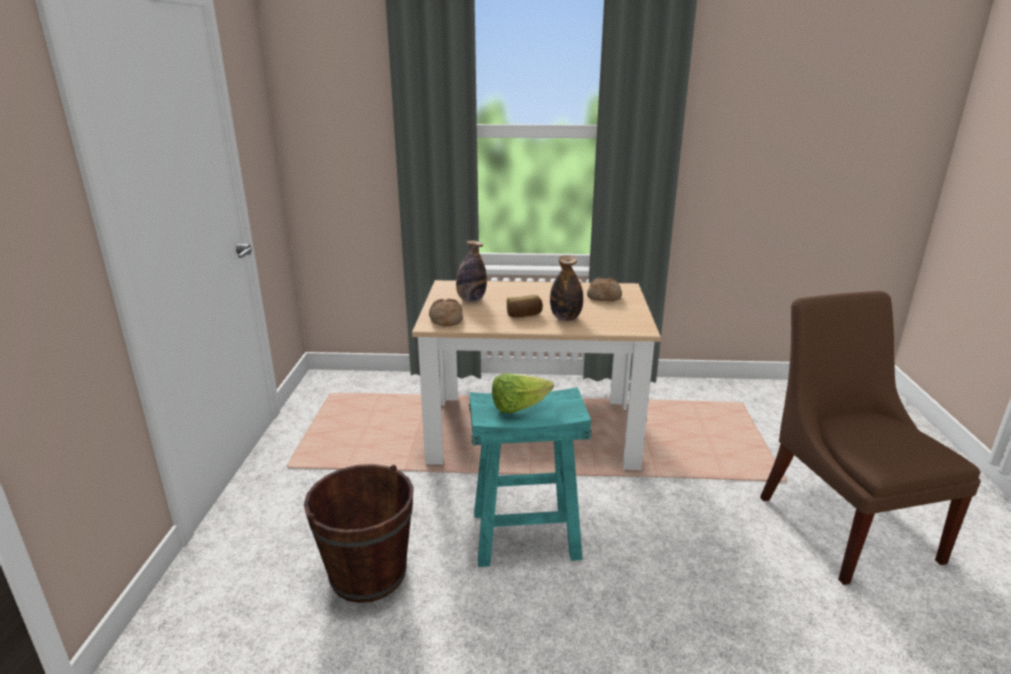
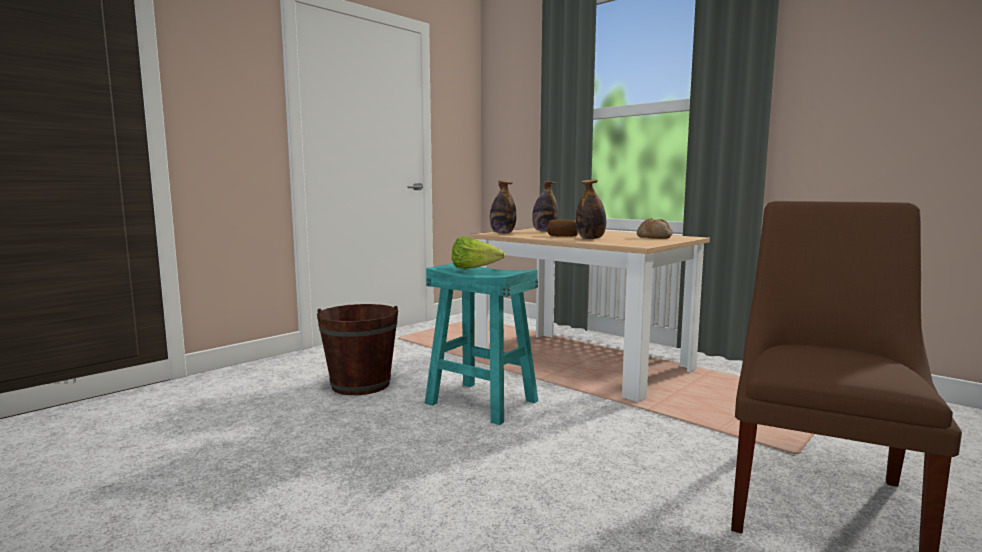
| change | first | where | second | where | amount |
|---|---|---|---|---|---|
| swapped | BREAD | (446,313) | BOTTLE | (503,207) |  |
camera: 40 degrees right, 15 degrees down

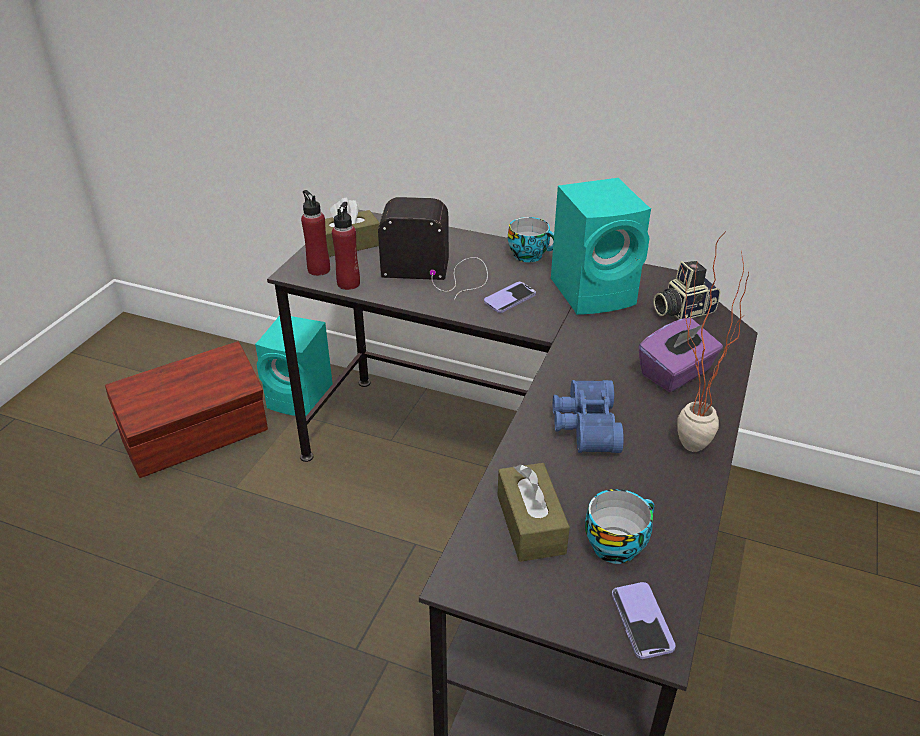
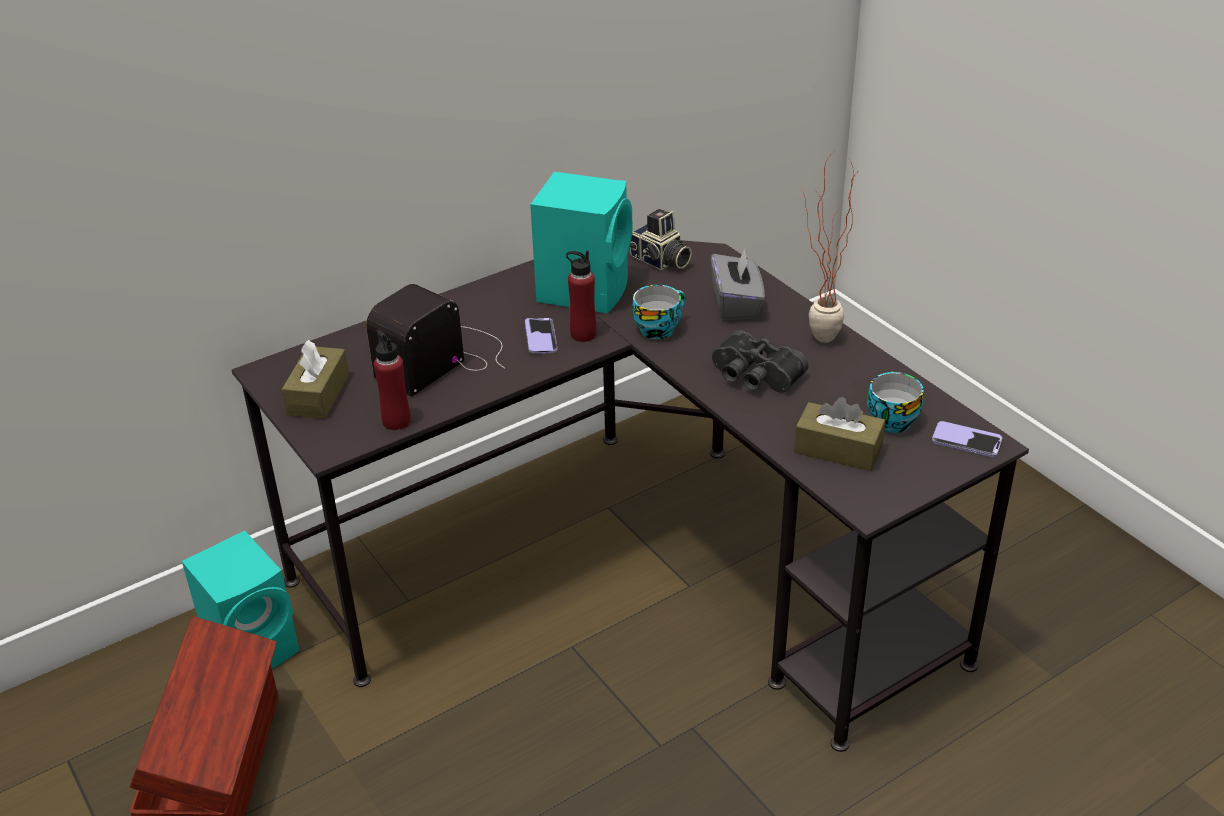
| change | first | where | second | where | amount |
|---|---|---|---|---|---|
| shifted | RED BOTTLE | (315,233) |  | (581,296) |  |
| shifted | CUP | (531,240) |  | (659,312) |  |
| rotated | PHOTO CAMERA | (687,290) |  | (661,239) | 60 degrees counterclockwise |
| repainted | PURPLE TISSUE BOX | (681,355) | GREY TISSUE BOX | (738,284) |  |
| repainted | BLUE BINOCULARS | (588,416) | BLACK BINOCULARS | (760,361) |  |
camera: 55 degrees left, 0 degrees up

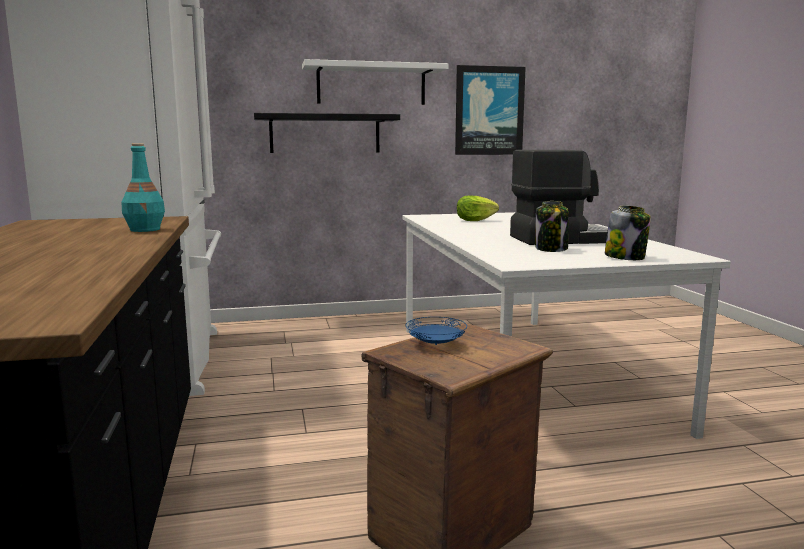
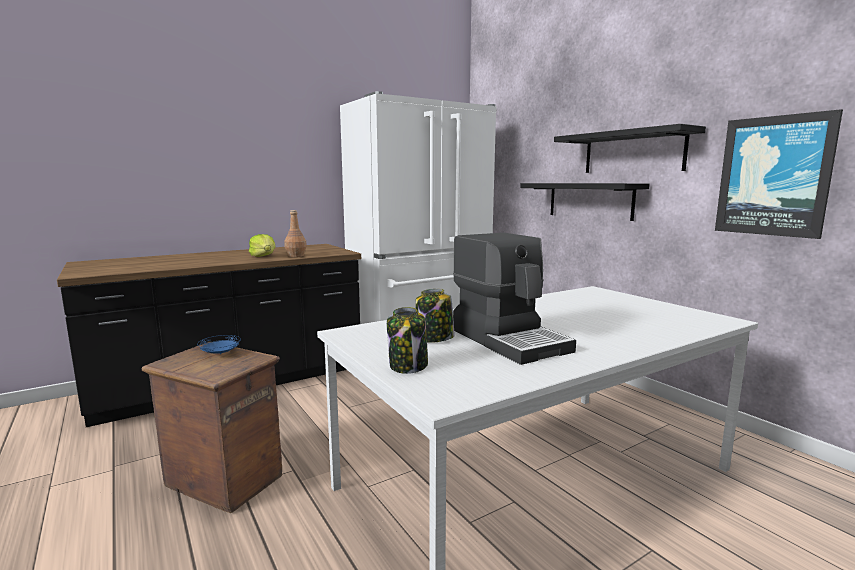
| change | first | where | second | where | amount |
|---|---|---|---|---|---|
| repainted | WHITE SHELF | (375,82) | BLACK SHELF | (630,148) |  |
| repainted | TURQUOISE BOTTLE | (143,187) | BROWN BOTTLE | (295,233) |  |
| shifted | LETTUCE | (478,208) |  | (262,245) |  |
camera: 70 degrees right, 0 degrees up

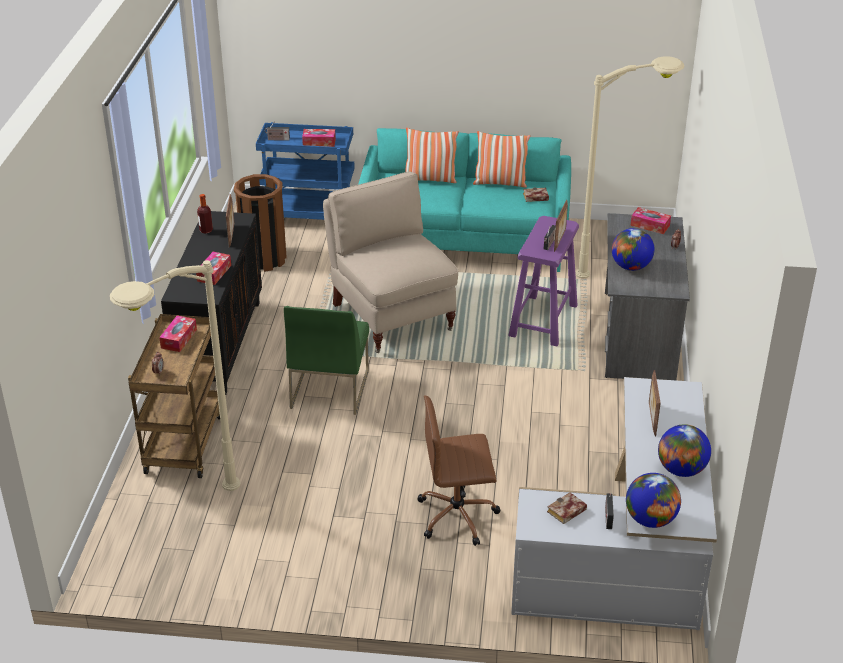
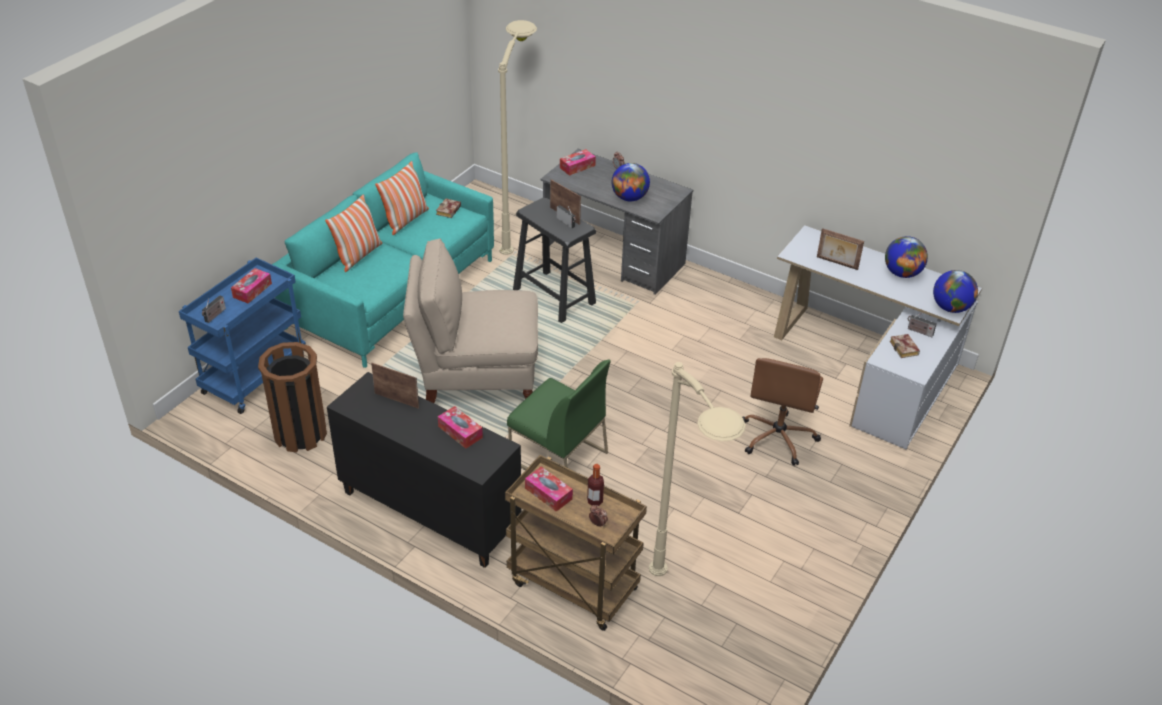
| change | first | where | second | where | amount |
|---|---|---|---|---|---|
| shifted | BOTTLE | (205,214) |  | (595,485) |  |
| repainted | PURPLE STOOL | (543,281) | BLACK STOOL | (554,260) |  |
camera: 65 degrees left, 5 degrees up

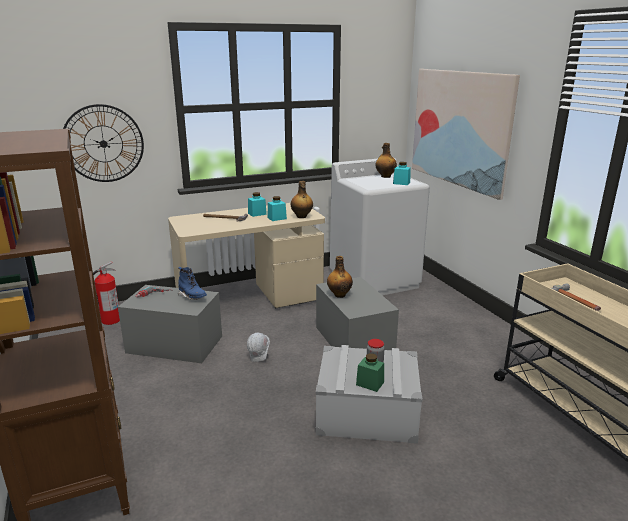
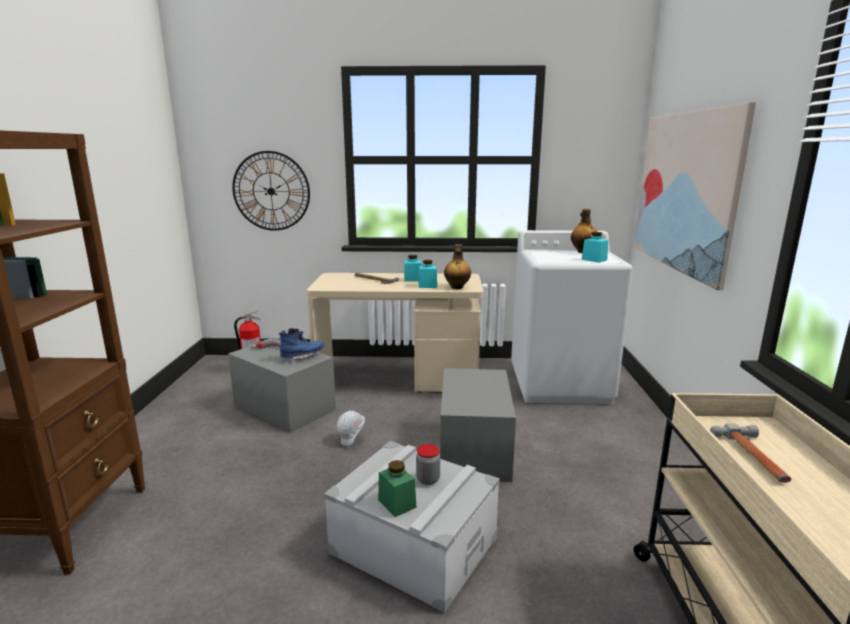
| change | first | where | second | where | amount |
|---|---|---|---|---|---|
| gone | BOTTLE | (340,277) |  |  |  |
| rotated | BLUE BOOT | (192,283) |  | (301,345) | 105 degrees counterclockwise |
camera: 25 degrees right, 5 degrees down

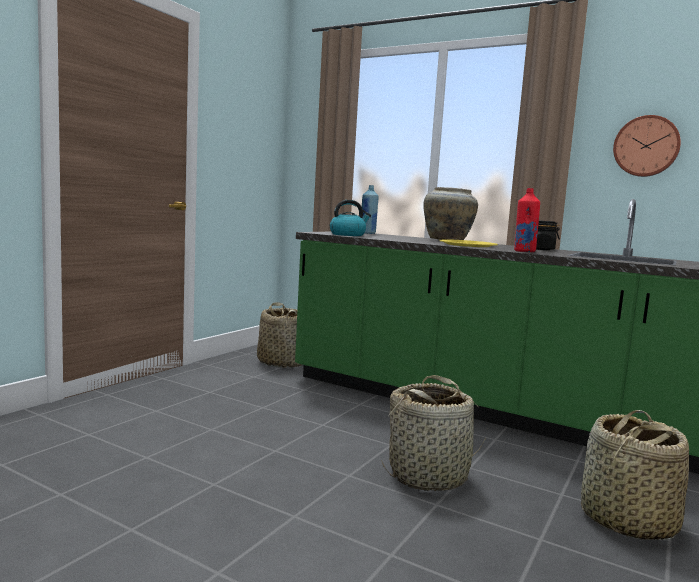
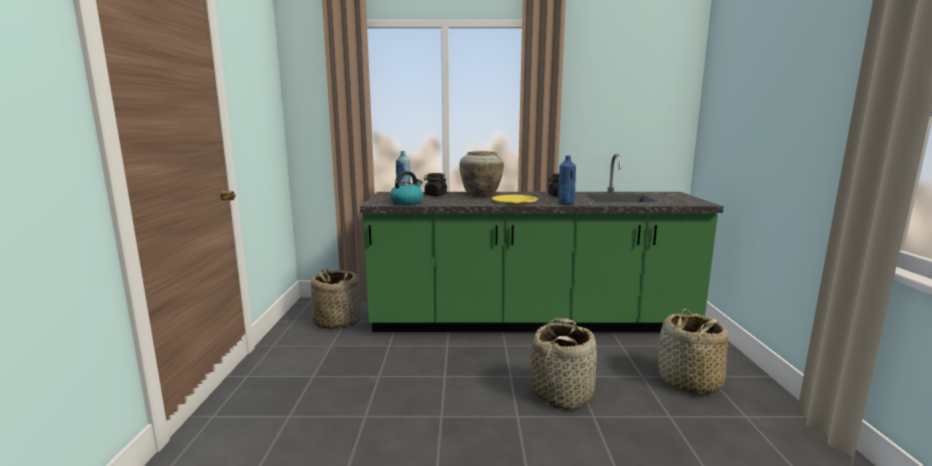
| change | first | where | second | where | amount |
|---|---|---|---|---|---|
| gone | WALL CLOCK | (647,146) |  |  |  |
| repainted | RED BOTTLE | (527,220) | BLUE BOTTLE | (567,180) |  |
| new |  |  | BLACK JAR | (435,184) |  |
camera: 30 degrees left, 5 degrees up

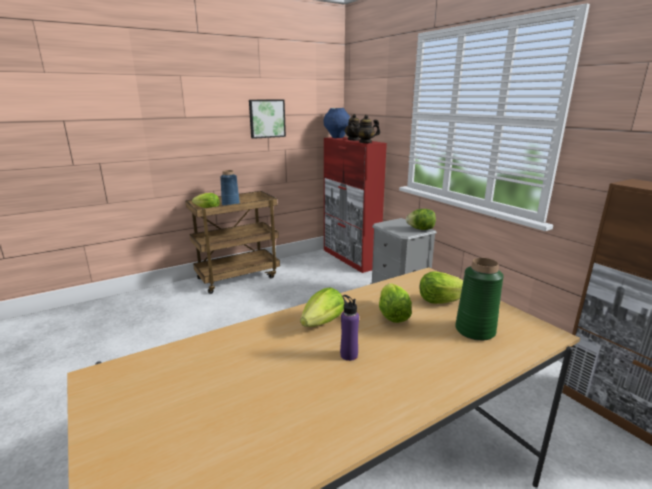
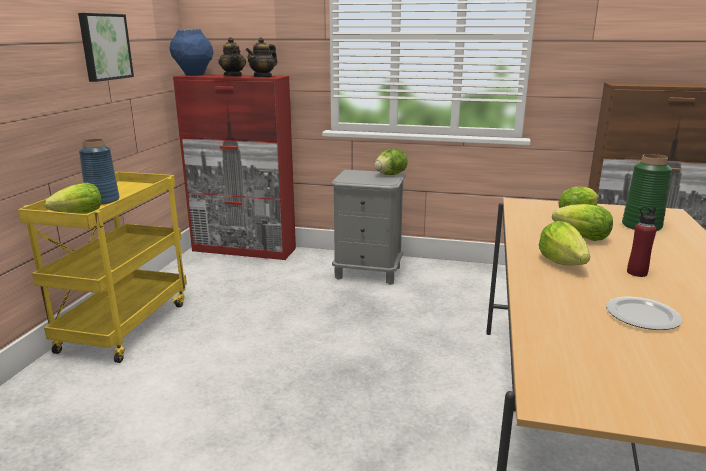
| change | first | where | second | where | amount |
|---|---|---|---|---|---|
| repainted | BROWN CART | (232,242) | YELLOW CART | (102,267) |  |
| repainted | PURPLE BOTTLE | (349,328) | RED BOTTLE | (642,241) |  |
| new |  |  | PLATE | (644,313) |  |
camera: 45 degrees left, 0 degrees up

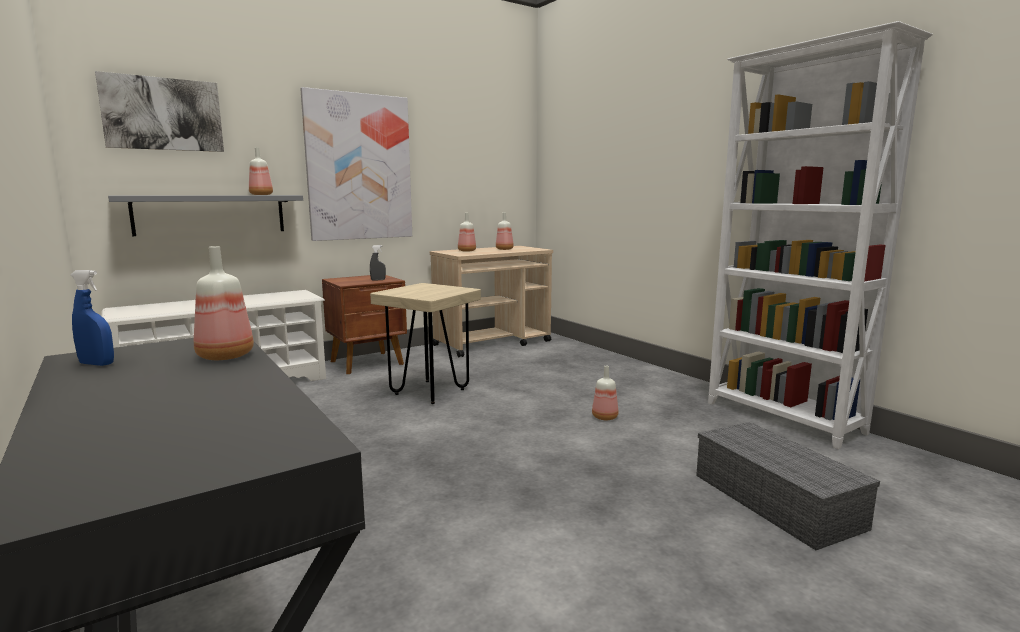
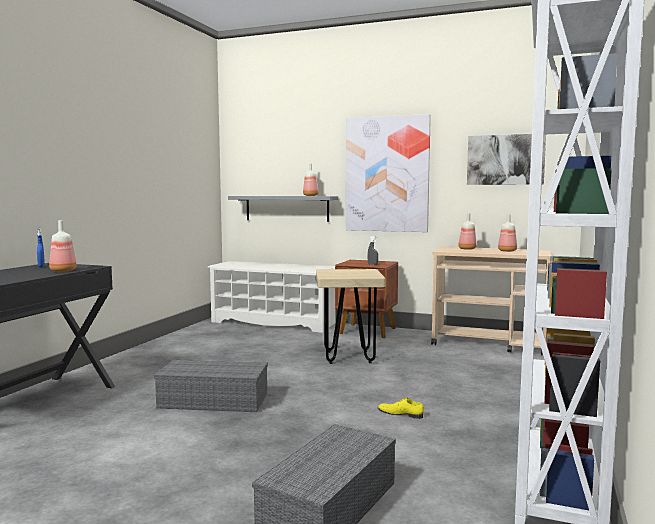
| change | first | where | second | where | amount |
|---|---|---|---|---|---|
| shifted | PICTURE | (159,111) |  | (506,159) |  |
| swapped | BOTTLE | (605,393) | YELLOW SHOE | (401,408) |  |
| new |  |  | GREY STORAGE BOX | (211,386) |  |
camera: 55 degrees right, 5 degrees down

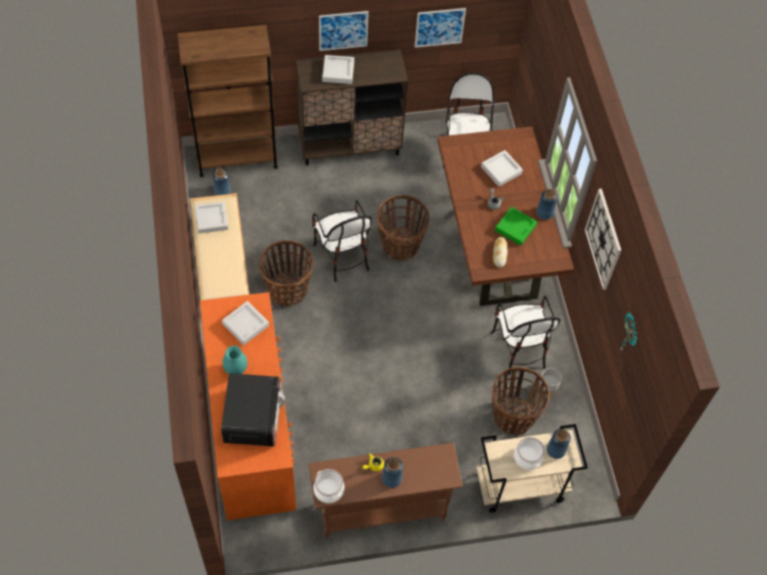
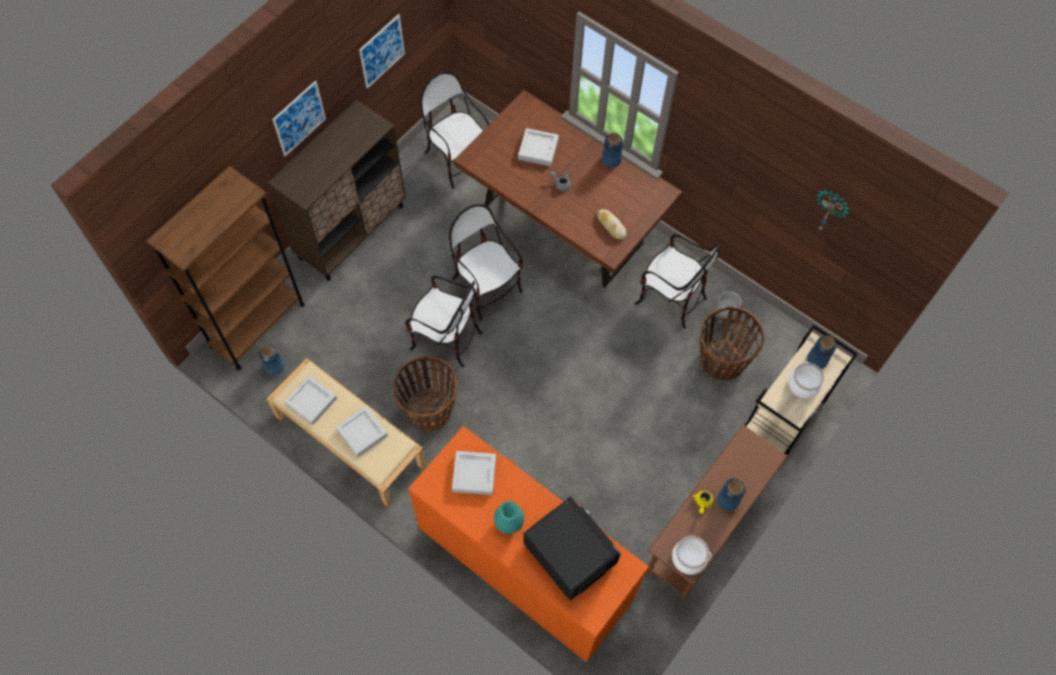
| change | first | where | second | where | amount |
|---|---|---|---|---|---|
| shifted | GREY TRAY | (338,69) |  | (362,431) |  |
| gone | WALL CLOCK | (603,239) |  |  |  |
| swapped | BASKET | (403,228) | CHAIR | (486,262) |  |
| gone | GREEN TRAY | (516,226) |  |  |  |
camera: 40 degrees left, 5 degrees up

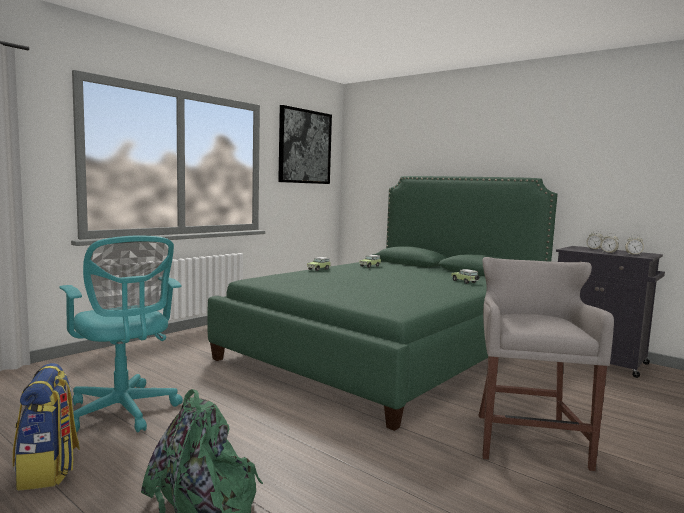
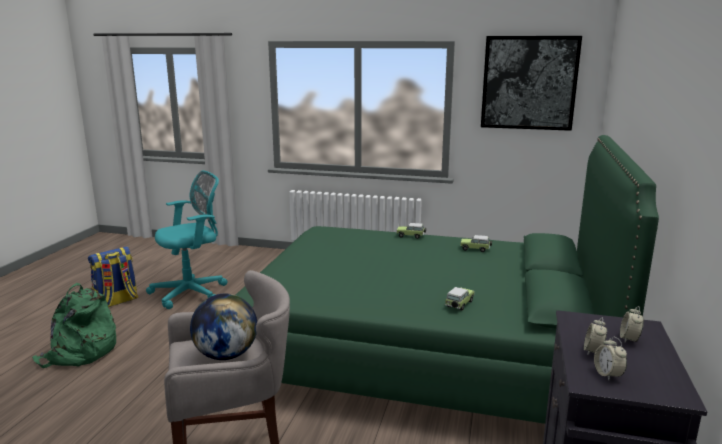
| change | first | where | second | where | amount |
|---|---|---|---|---|---|
| rotated | TURQUOISE OFFICE CHAIR | (121,334) |  | (186,240) | 150 degrees counterclockwise |
| new |  |  | GLOBE | (223,327) |  |
camera: 65 degrees right, 10 degrees up

